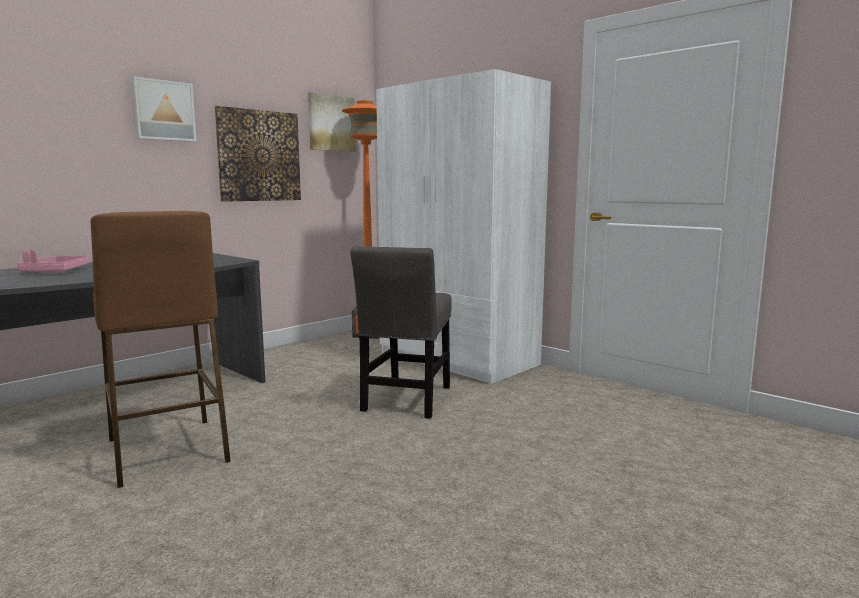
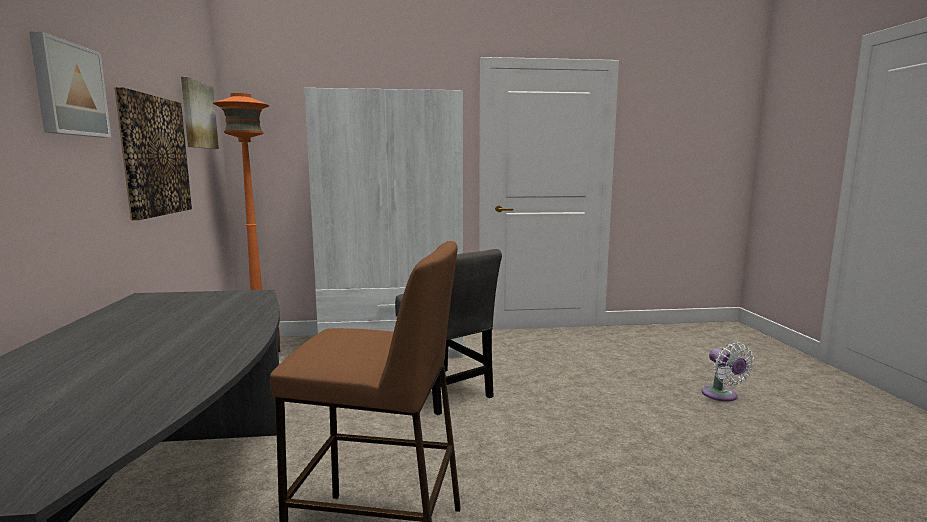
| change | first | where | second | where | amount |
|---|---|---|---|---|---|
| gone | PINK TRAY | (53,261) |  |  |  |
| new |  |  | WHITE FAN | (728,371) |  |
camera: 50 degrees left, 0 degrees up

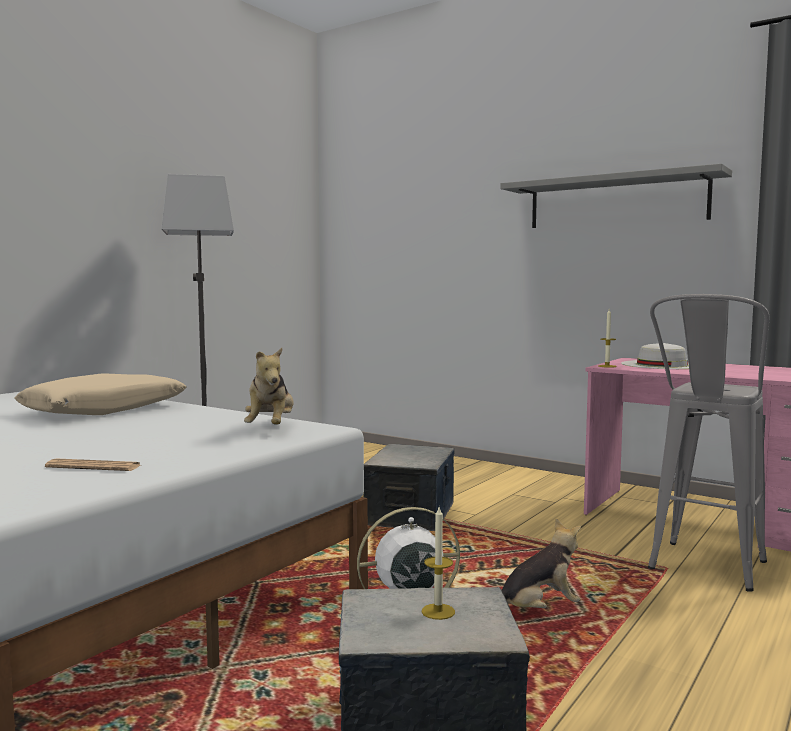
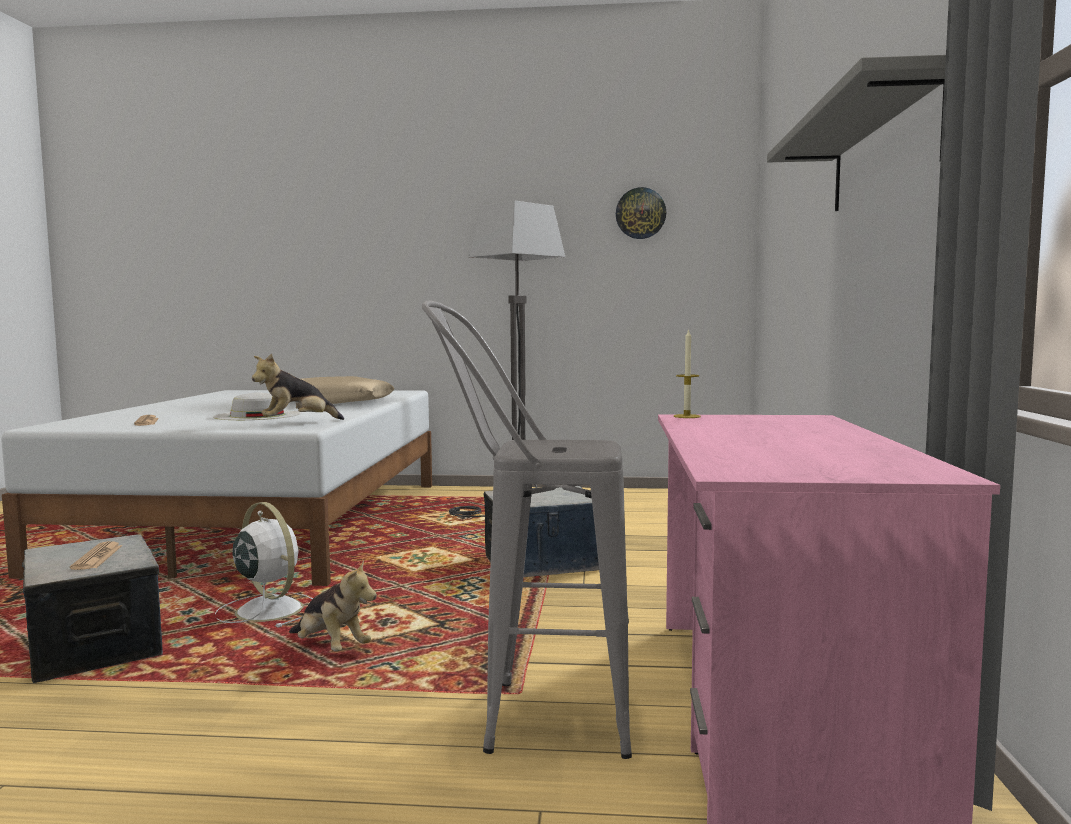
| change | first | where | second | where | amount |
|---|---|---|---|---|---|
| shifted | WHITE HAT | (655,356) |  | (257,406) |  |
| swapped | CANDLE | (438,563) | NEWSPAPER | (96,555) |  |
| new |  |  | WALL CLOCK | (641,213) |  |
camera: 60 degrees right, 0 degrees up

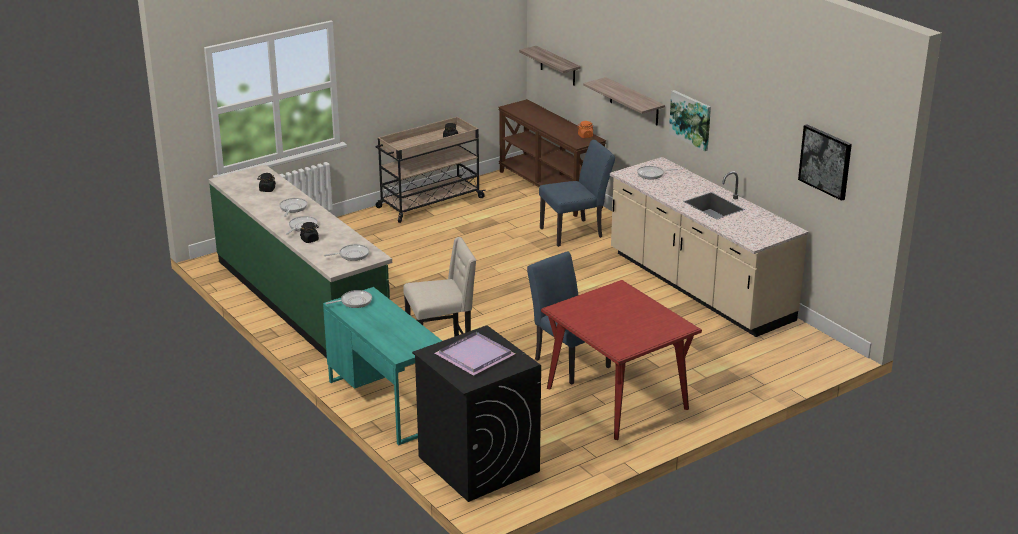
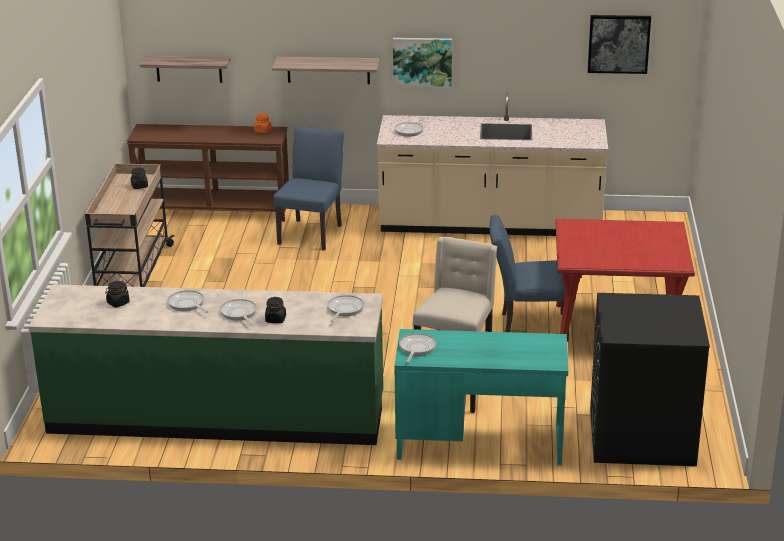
| change | first | where | second | where | amount |
|---|---|---|---|---|---|
| gone | PURPLE TRAY | (475,354) |  |  |  |
camera: 50 degrees left, 0 degrees up

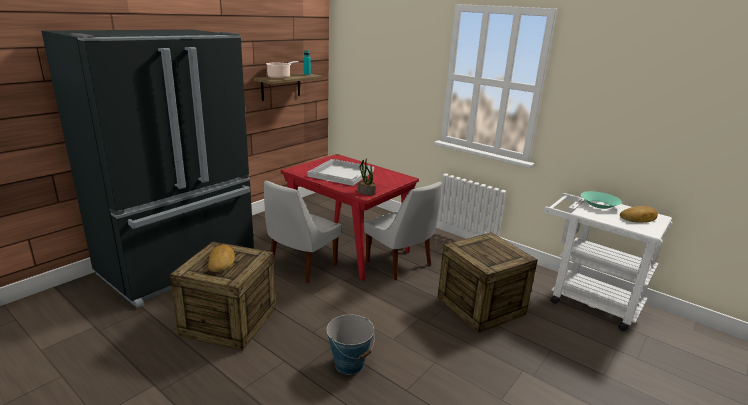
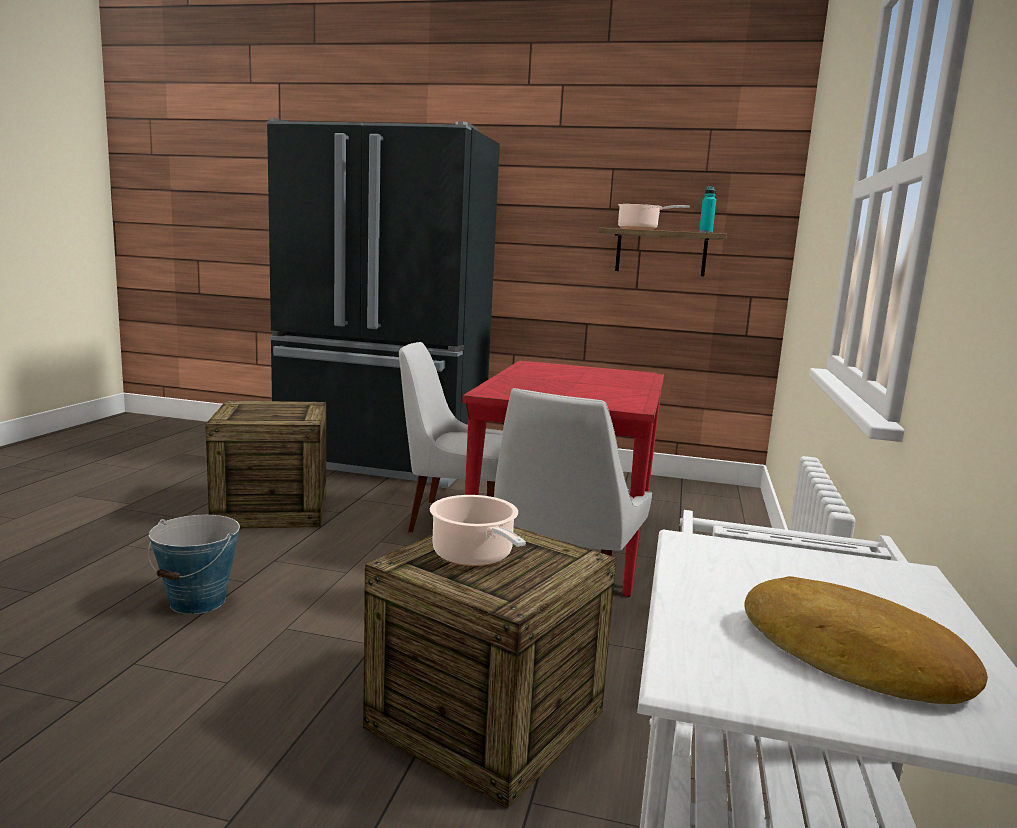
| change | first | where | second | where | amount |
|---|---|---|---|---|---|
| gone | POTTED PLANT | (366,176) |  |  |  |
| gone | WHITE TRAY | (341,172) |  |  |  |
| gone | TURQUOISE BOWL | (601,200) |  |  |  |
| gone | BREAD | (221,258) |  |  |  |
| new |  |  | COOKING POT | (478,530) |  |
camera: 65 degrees right, 10 degrees down

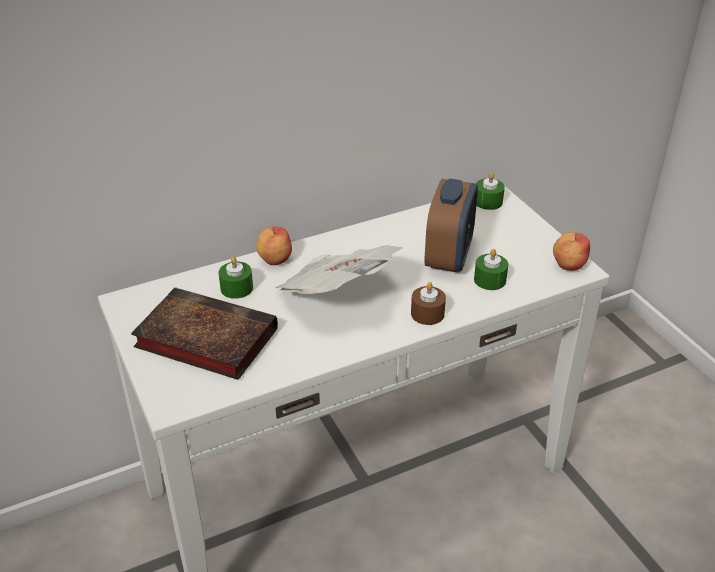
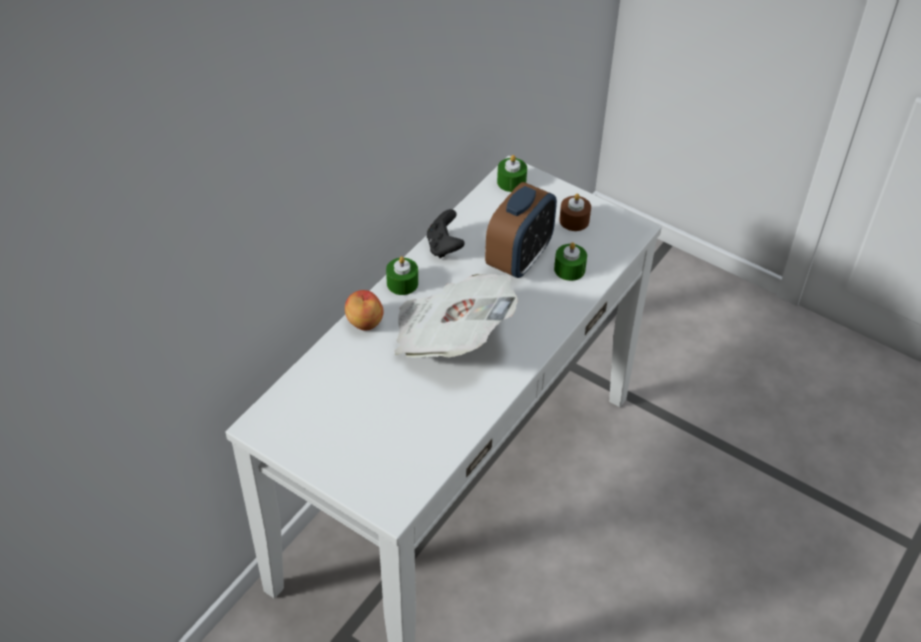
| change | first | where | second | where | amount |
|---|---|---|---|---|---|
| rotated | ALARM CLOCK | (451,226) |  | (521,230) | 45 degrees clockwise |
| gone | APPLE | (571,251) |  |  |  |
| shifted | GREEN CANDLE | (236,278) |  | (402,275) |  |
| shifted | BROWN CANDLE | (428,303) |  | (575,212) |  |
| gone | BOOK | (204,333) |  |  |  |
| new |  |  | BLACK GAME CONTROLLER | (446,233) |  |
camera: 30 degrees left, 10 degrees up

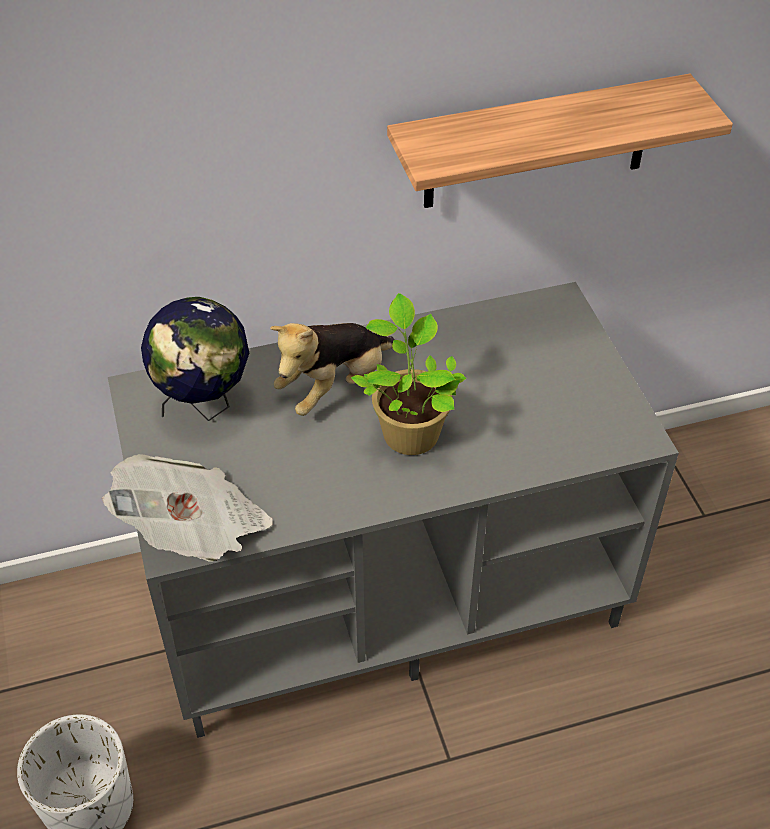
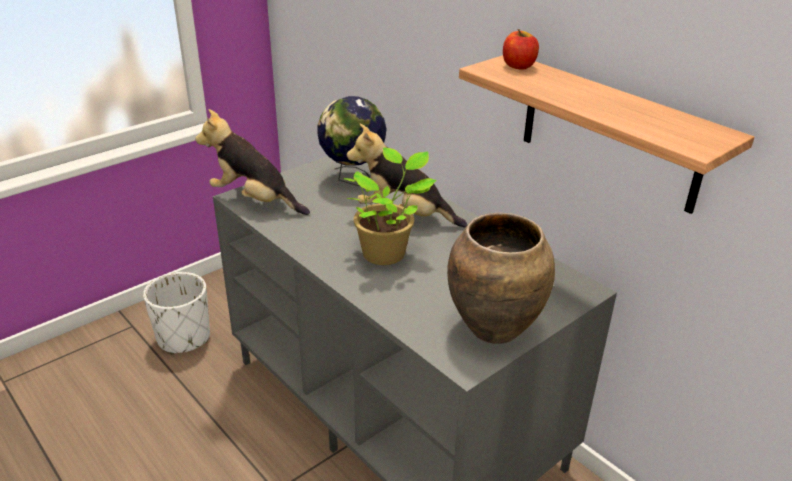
| change | first | where | second | where | amount |
|---|---|---|---|---|---|
| swapped | NEWSPAPER | (187,508) | PLUSH TOY | (252,162) |  |
| new |  |  | APPLE | (521,49) |  |
| new |  |  | BROWN VASE | (501,278) |  |
camera: 65 degrees right, 15 degrees down

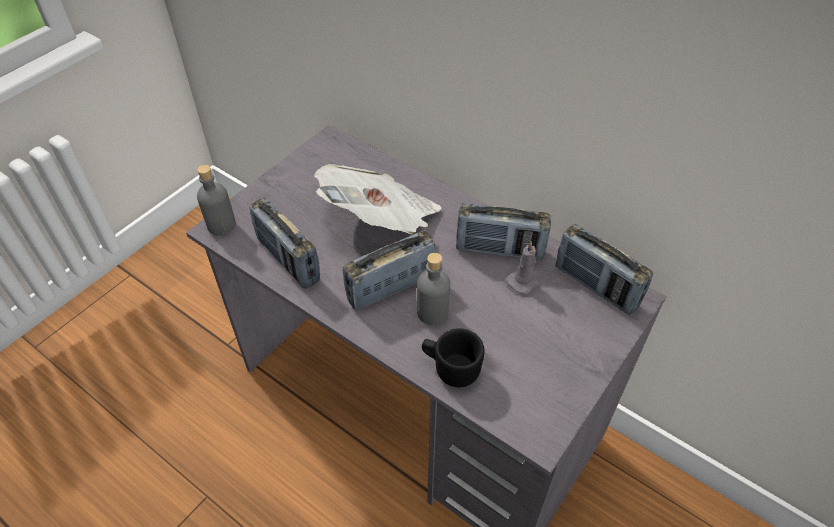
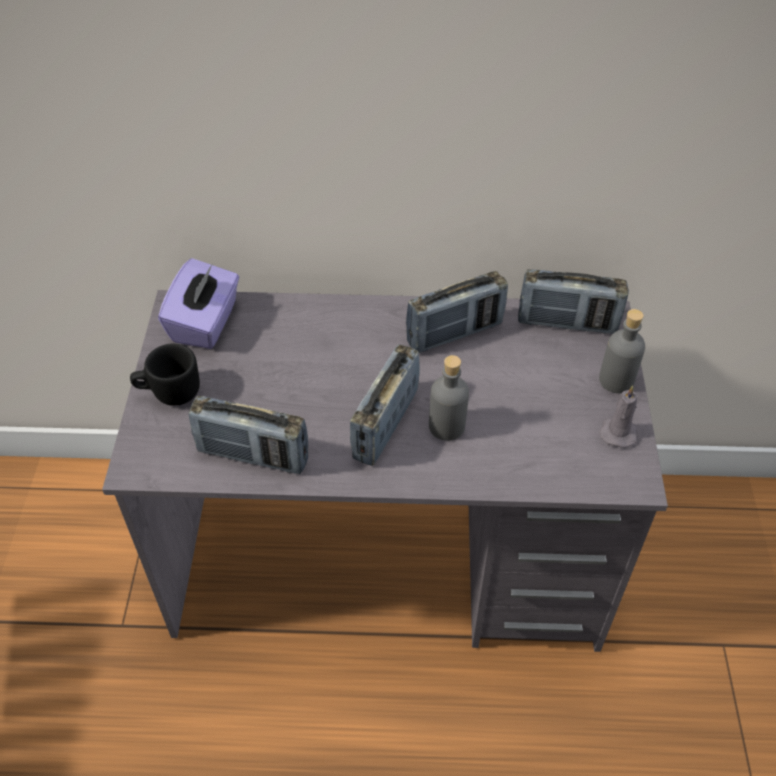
| change | first | where | second | where | amount |
|---|---|---|---|---|---|
| gone | NEWSPAPER | (378,199) |  |  |  |
| shifted | GREY BOTTLE | (216,200) |  | (622,351) |  |
| shifted | GREY CANDLE | (523,267) |  | (618,416) |  |
| shifted | BLACK MUG | (453,357) |  | (165,375) |  |
| new |  |  | PURPLE TISSUE BOX | (198,303) |  |
camera: 35 degrees left, 0 degrees up

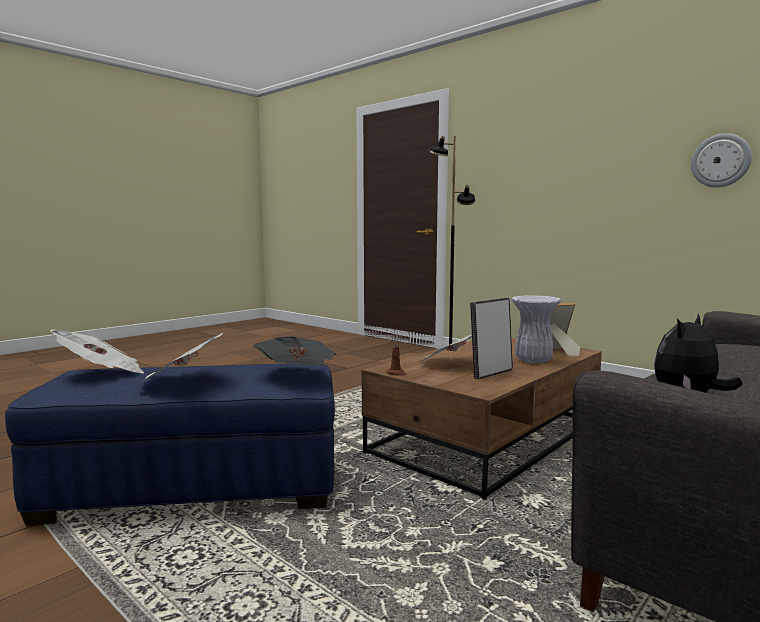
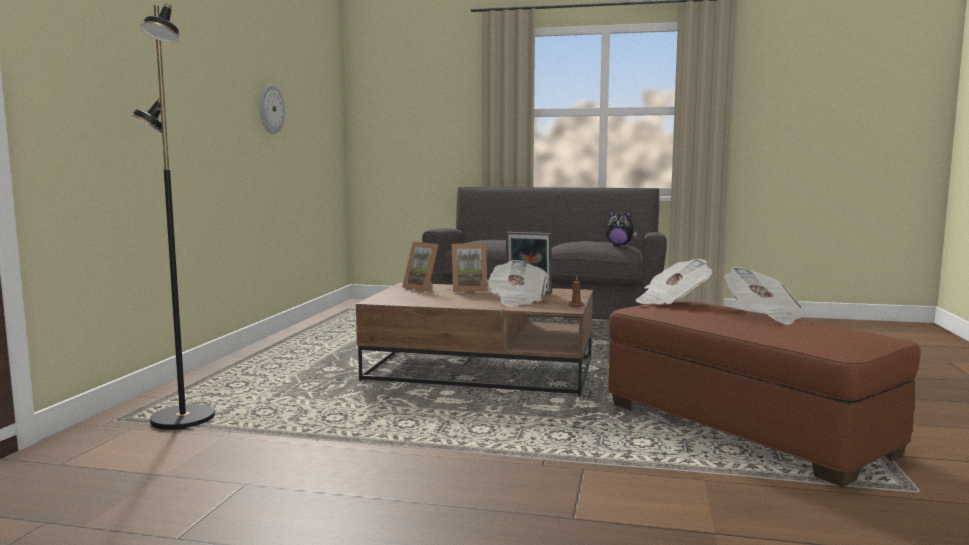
| change | first | where | second | where | amount |
|---|---|---|---|---|---|
| swapped | WHITE VASE | (536,329) | PICTURE FRAME | (470,267) |  |
| gone | NEWSPAPER | (97,351) |  |  |  |
| repainted | BLUE OTTOMAN | (170,445) | BROWN OTTOMAN | (764,394) |  |
camera: 120 degrees left, 0 degrees up

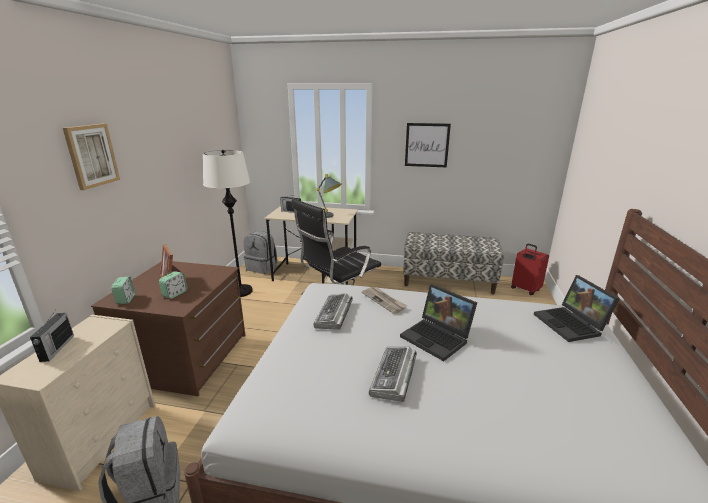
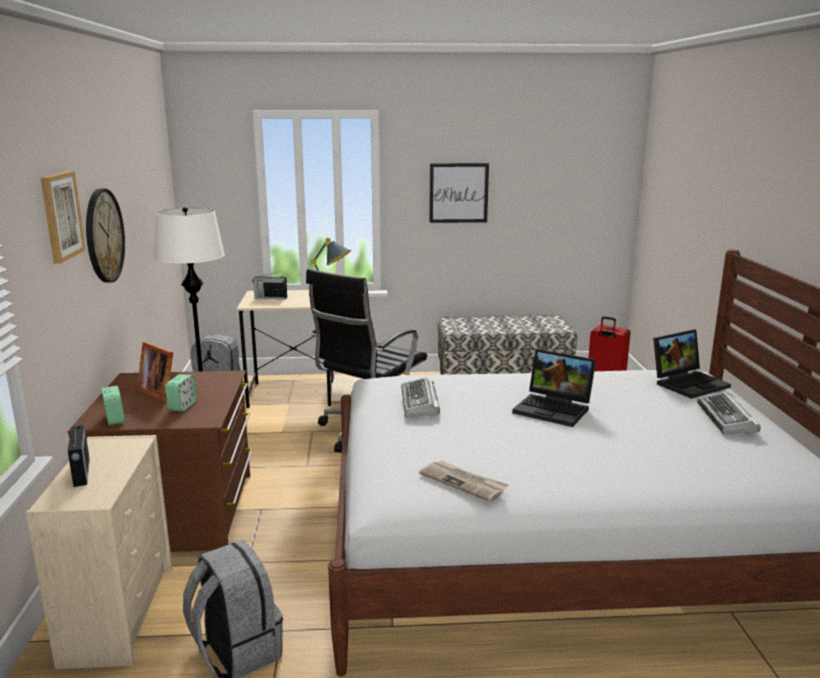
| change | first | where | second | where | amount |
|---|---|---|---|---|---|
| rotated | LAPTOP | (577,308) |  | (692,364) | 90 degrees counterclockwise |
| shifted | NEWSPAPER | (384,300) |  | (464,481) |  |
| shifted | KEYBOARD | (393,374) |  | (729,413) |  |
| new |  |  | WALL CLOCK | (105,235) |  |
camera: 15 degrees left, 5 degrees down

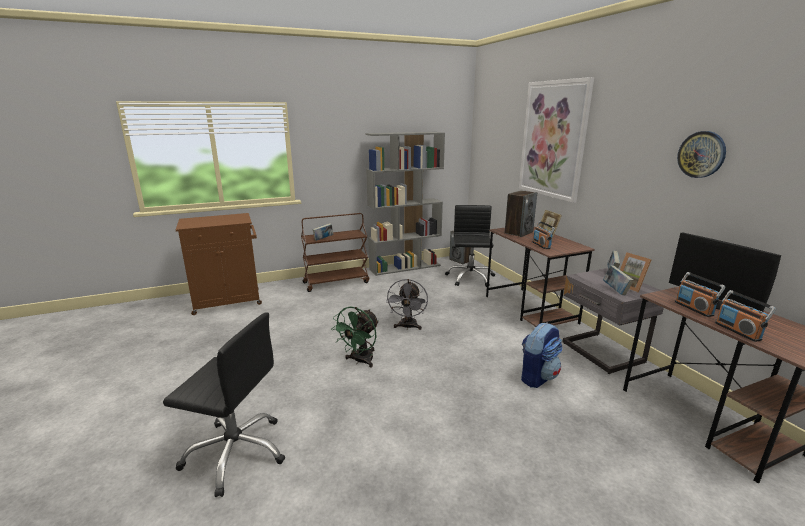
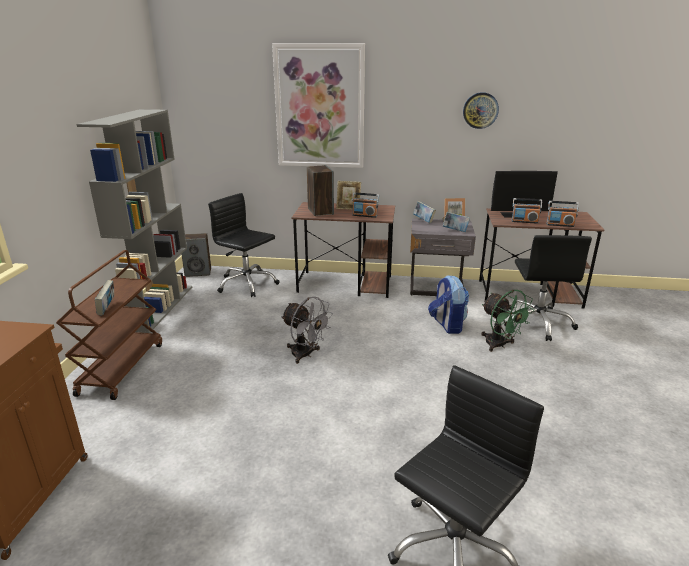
| change | first | where | second | where | amount |
|---|---|---|---|---|---|
| shifted | GREEN FAN | (355,337) |  | (507,321) |  |
| new |  |  | BLACK OFFICE CHAIR | (548,288) |  |
camera: 60 degrees left, 5 degrees up

